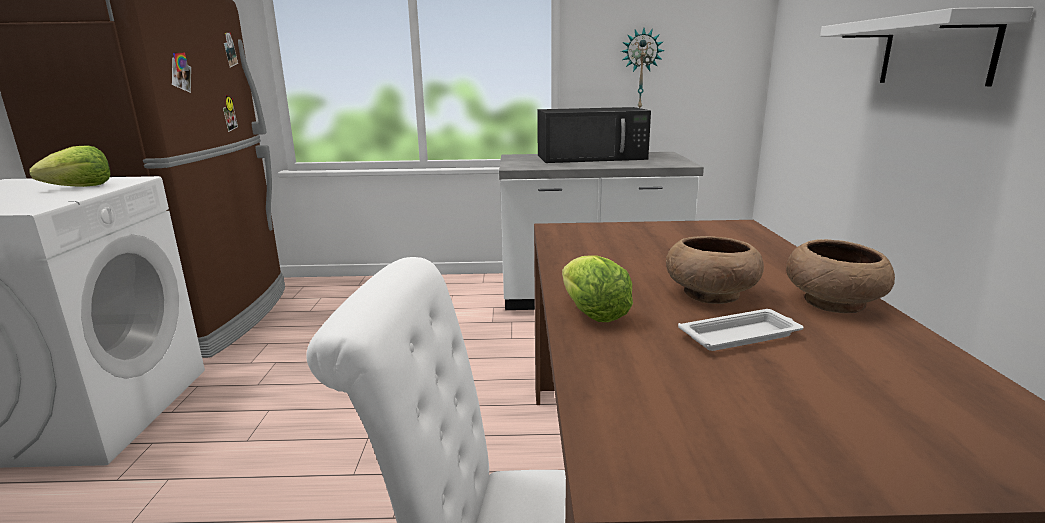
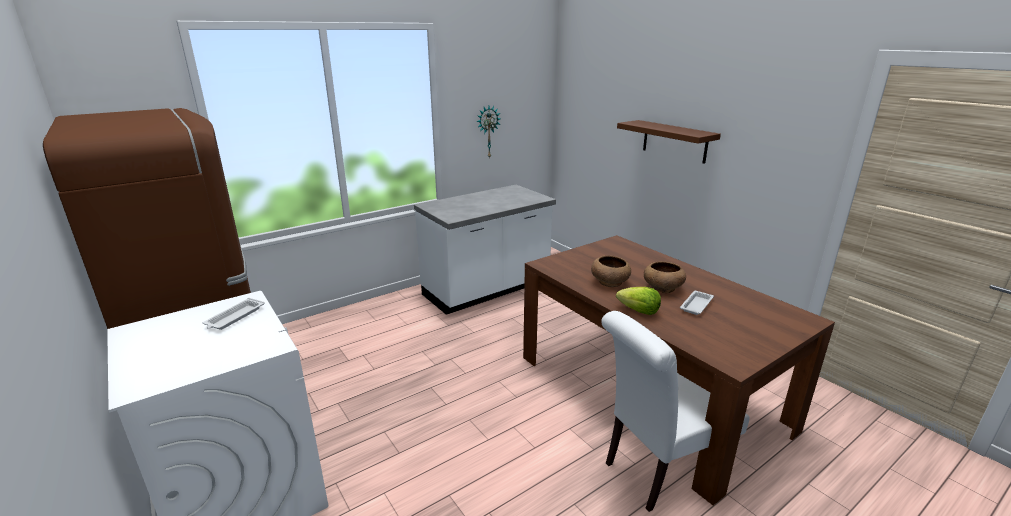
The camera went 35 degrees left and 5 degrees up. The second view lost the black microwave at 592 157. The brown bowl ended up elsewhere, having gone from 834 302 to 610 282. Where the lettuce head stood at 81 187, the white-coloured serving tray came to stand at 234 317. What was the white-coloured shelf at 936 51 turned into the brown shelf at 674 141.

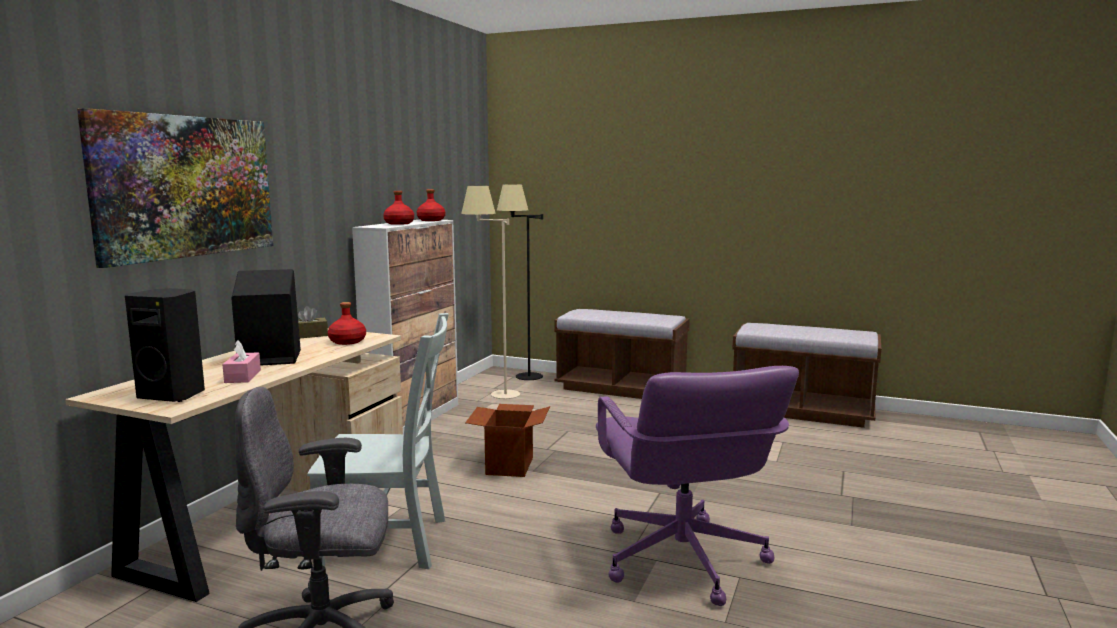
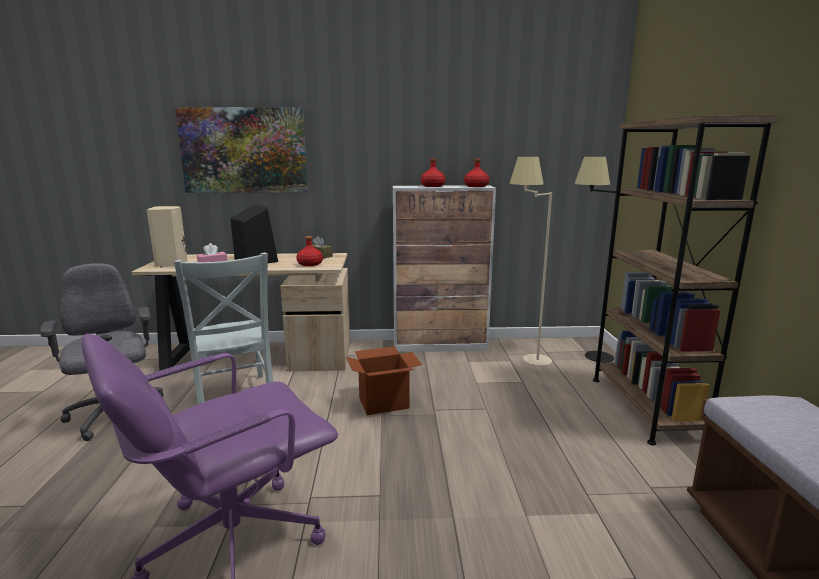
The camera went 65 degrees right and 5 degrees up. Where the brown bench stood at 621 388, the brown shelving unit came to stand at 644 407. What was the black audio speaker at 173 395 turned into the beige-coloured audio speaker at 172 264.

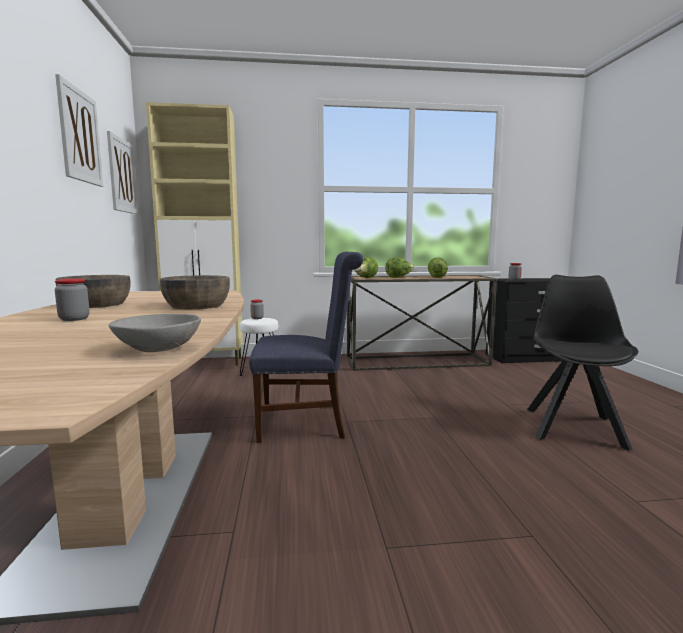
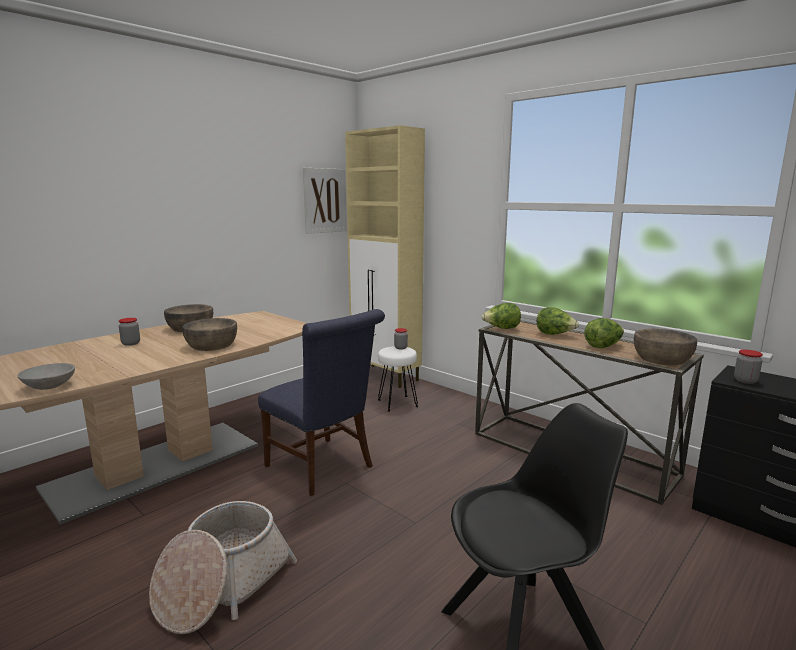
The camera went 50 degrees right and 5 degrees up. The second view lost the wall art at 80 136. The second view gained the basket at 222 584. The second view gained the brown bowl at 662 358.

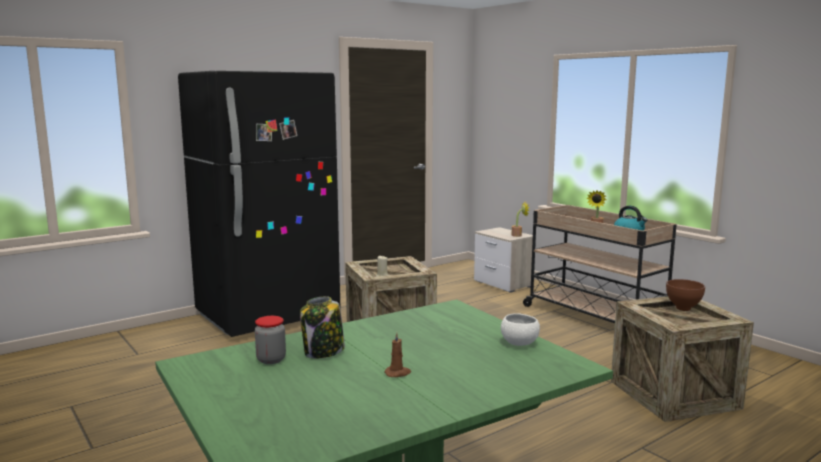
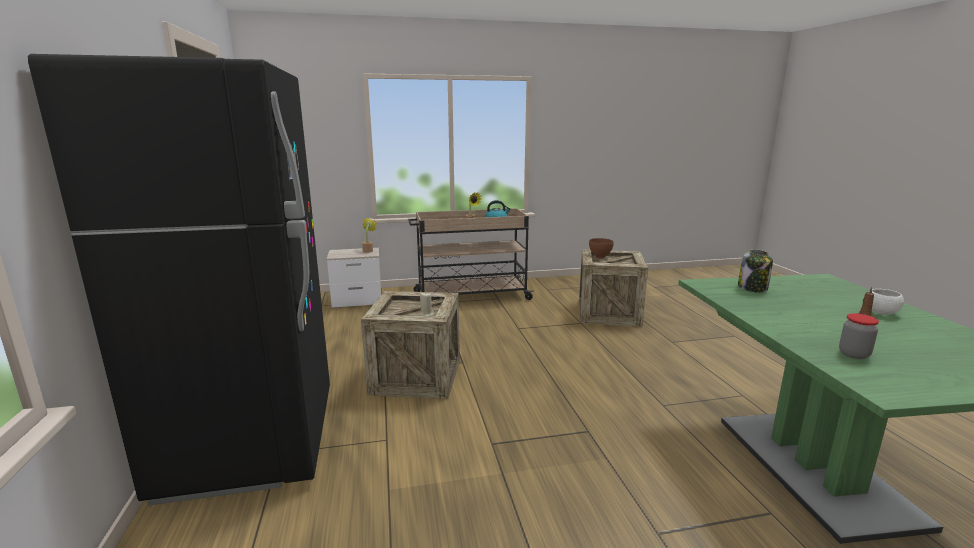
The camera went 65 degrees left and 5 degrees up. The preserve jar ended up elsewhere, having gone from 323 352 to 753 288. The white-coloured bowl ended up elsewhere, having gone from 519 343 to 881 312.

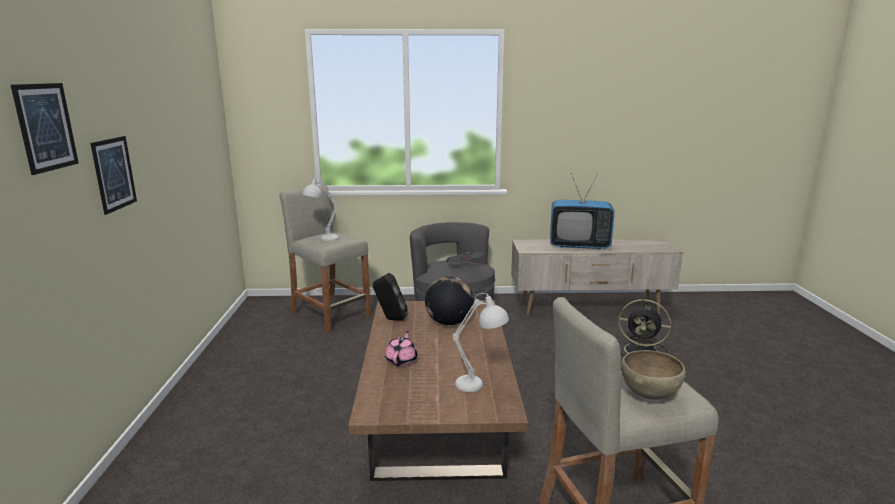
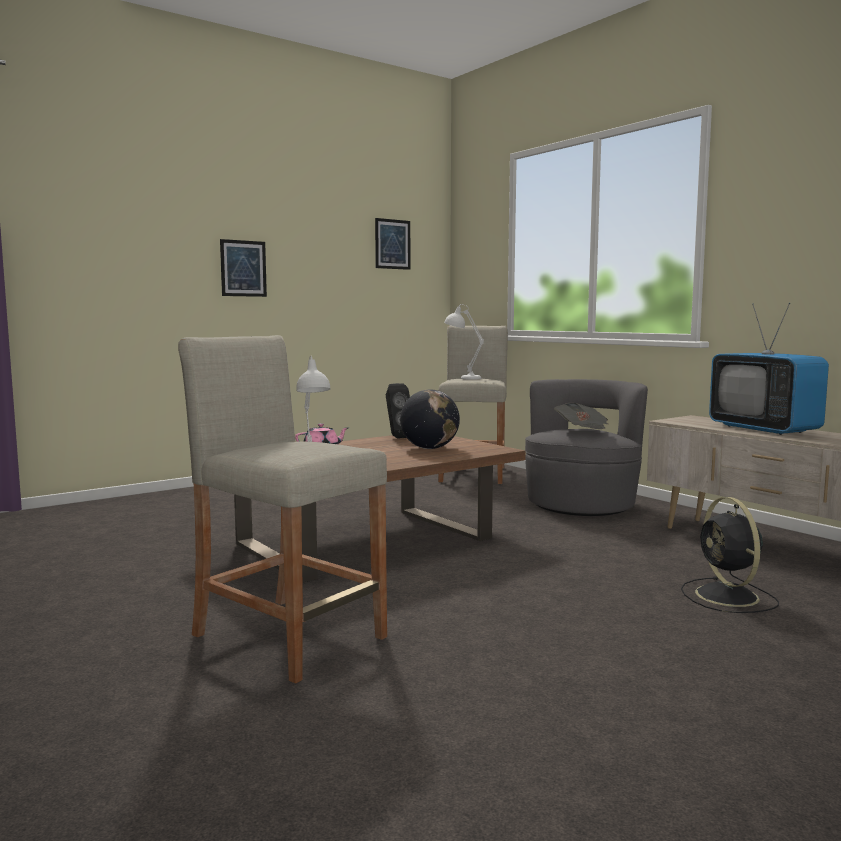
The camera went 55 degrees right and 10 degrees down. The second view lost the brown bowl at 649 395. The wall art ended up elsewhere, having gone from 46 127 to 392 244.

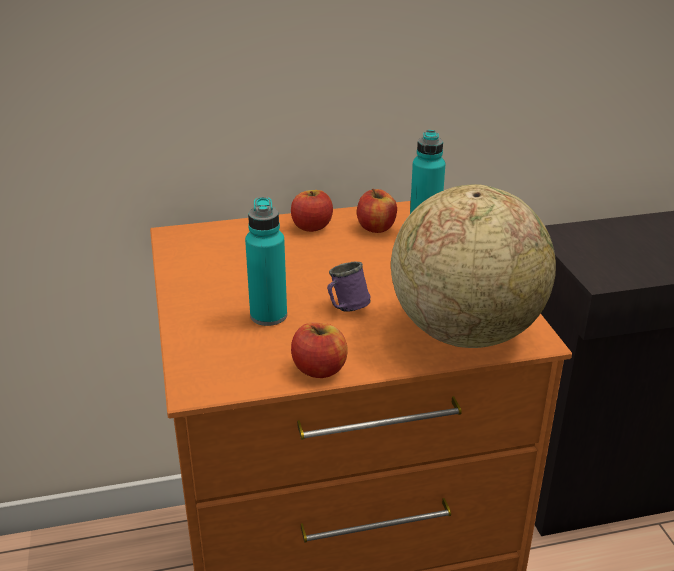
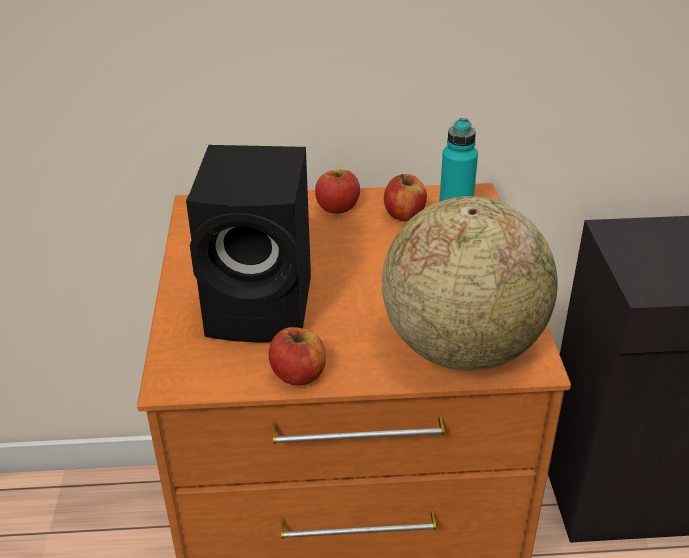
The camera went 10 degrees right and 5 degrees up. The second view lost the purplish mug at 346 309. Where the turquoise beverage bottle stood at 268 315, the black audio speaker came to stand at 264 307.

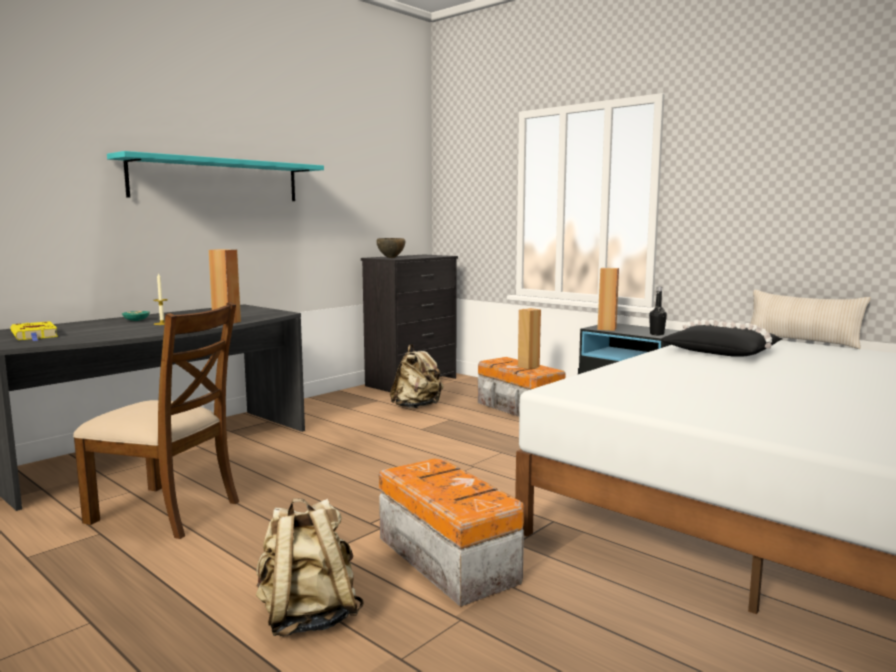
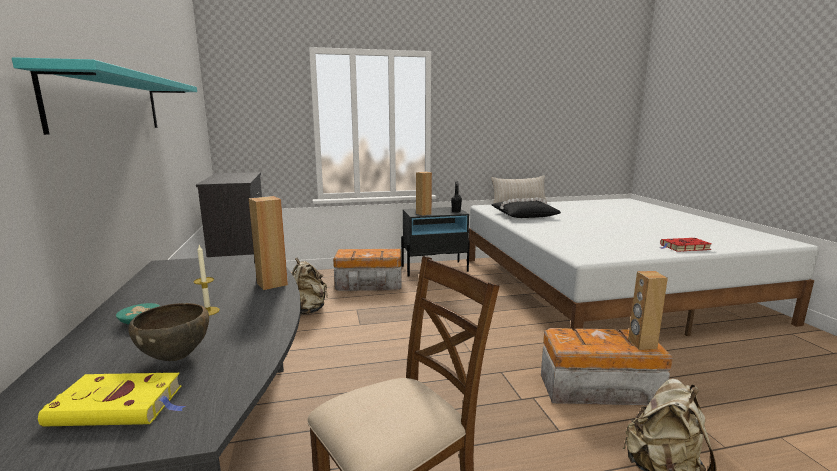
The camera went 55 degrees left and 5 degrees up. The second view gained the reddish book at 684 247. The brown bowl ended up elsewhere, having gone from 391 258 to 176 357. The brown audio speaker ended up elsewhere, having gone from 528 366 to 641 344.

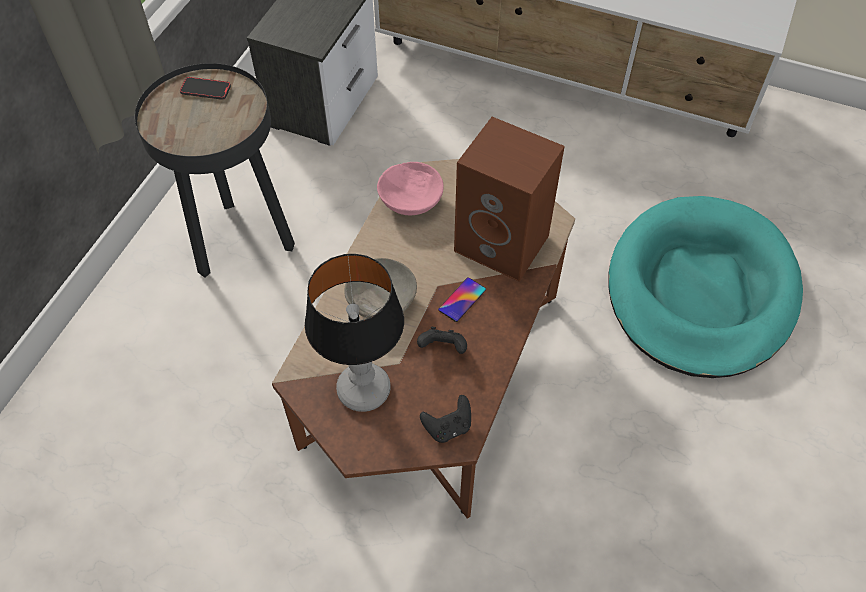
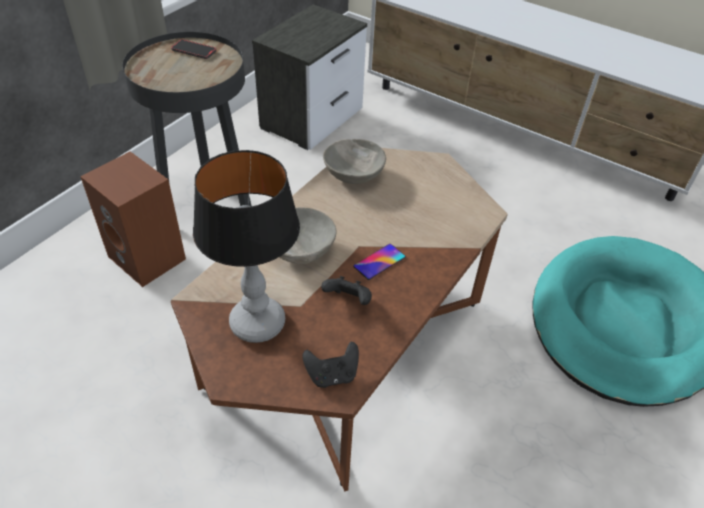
The camera went 10 degrees right and 10 degrees down. The brown audio speaker ended up elsewhere, having gone from 504 243 to 149 258. What was the pink-coloured bowl at 409 201 turned into the grey bowl at 352 174.

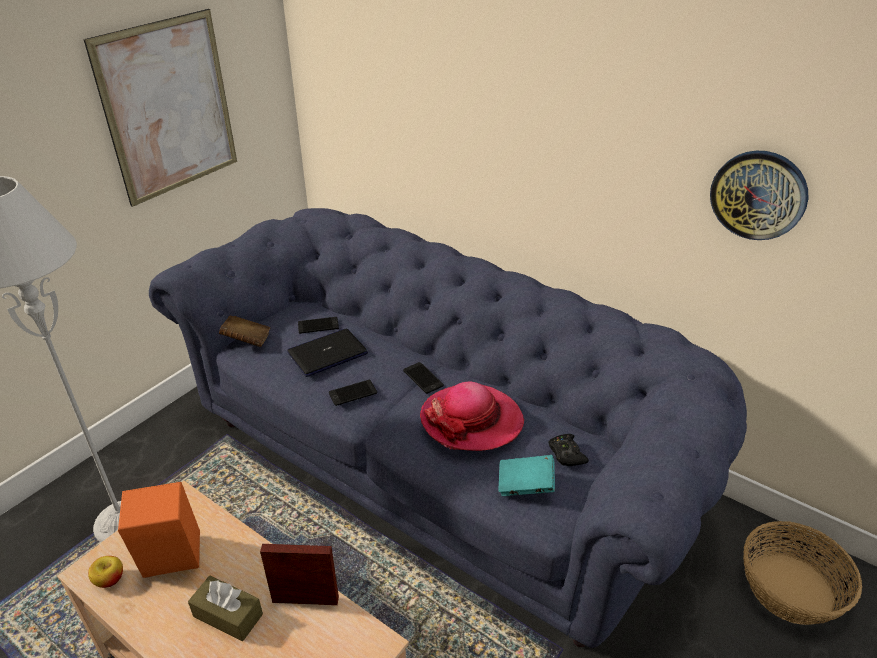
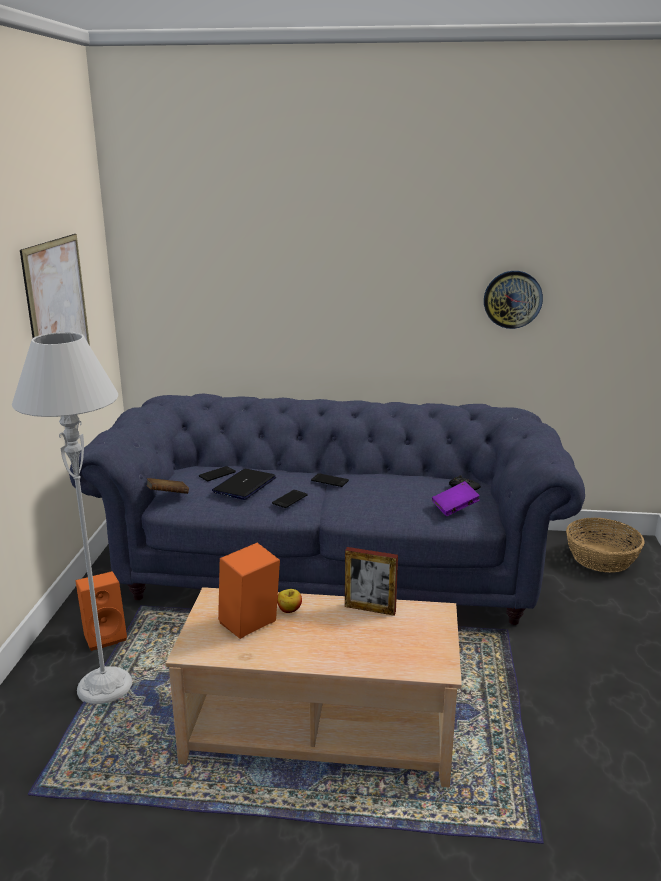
The camera went 30 degrees left and 15 degrees down. The second view lost the brown tissue holder at 228 615. The second view lost the clothing hat at 471 420. The second view gained the orange-coloured audio speaker at 105 635. The apple ended up elsewhere, having gone from 110 580 to 289 609. What was the turquoise book at 525 485 turned into the purplish book at 455 508. The picture frame at 305 600 ended up facing another way, 135 degrees counterclockwise from before.

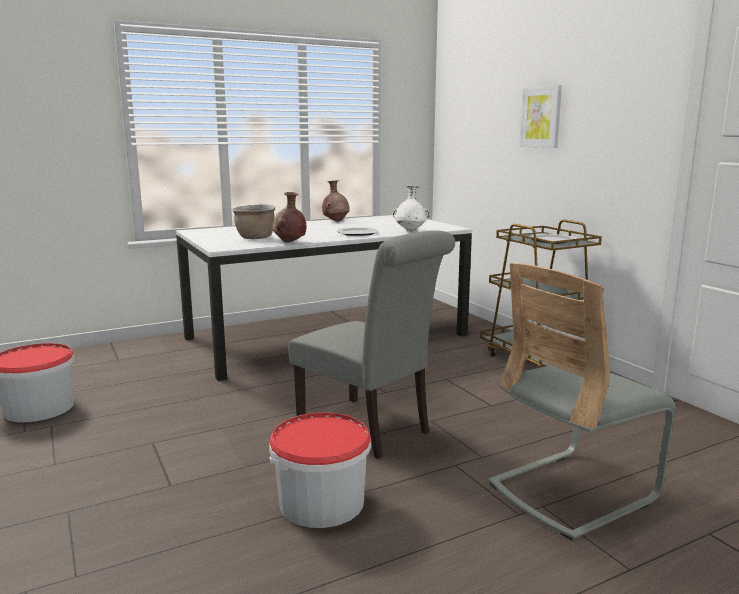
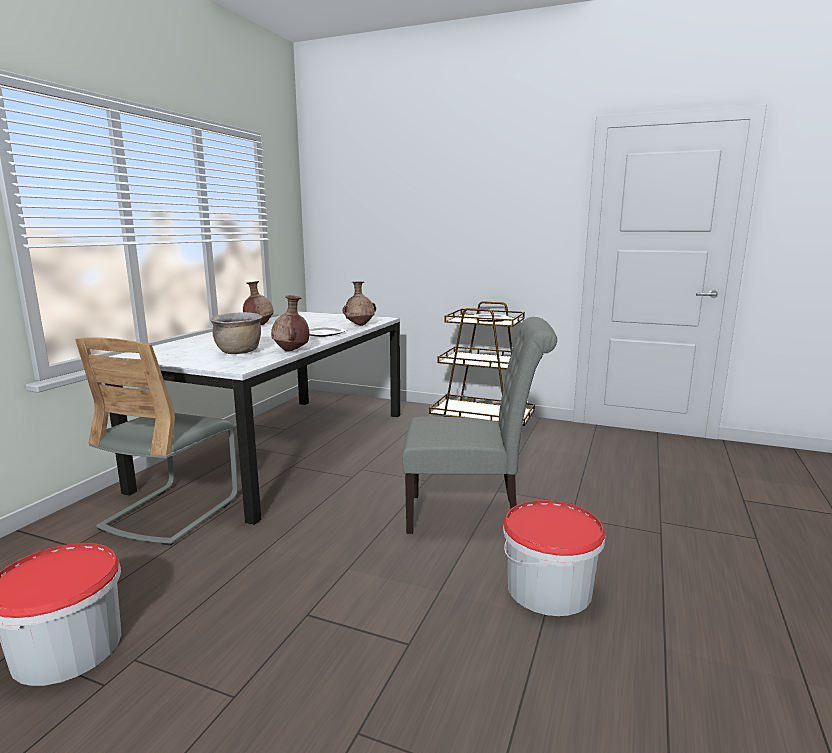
The camera went 40 degrees left and 0 degrees up. The second view lost the wall art at 541 117. The grey plain chair ended up elsewhere, having gone from 572 491 to 171 512. What was the white-coloured decorative vase at 411 231 turned into the brown decorative vase at 360 325.

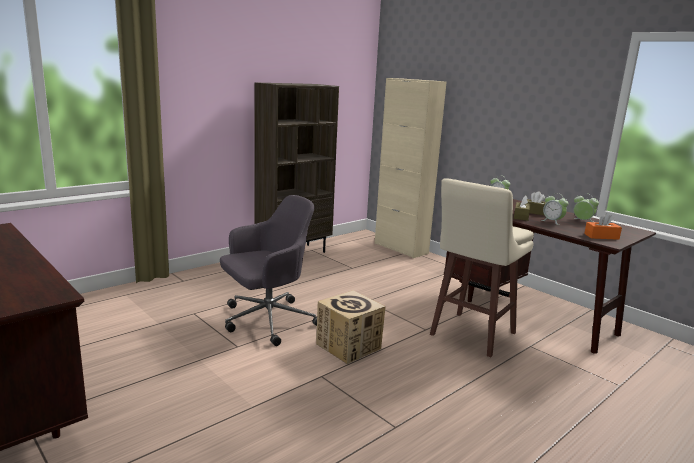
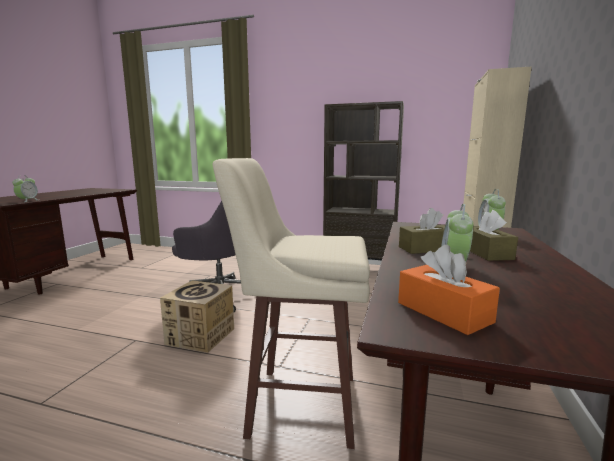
The camera went 60 degrees right and 5 degrees down. The alarm clock ended up elsewhere, having gone from 582 221 to 27 201.

